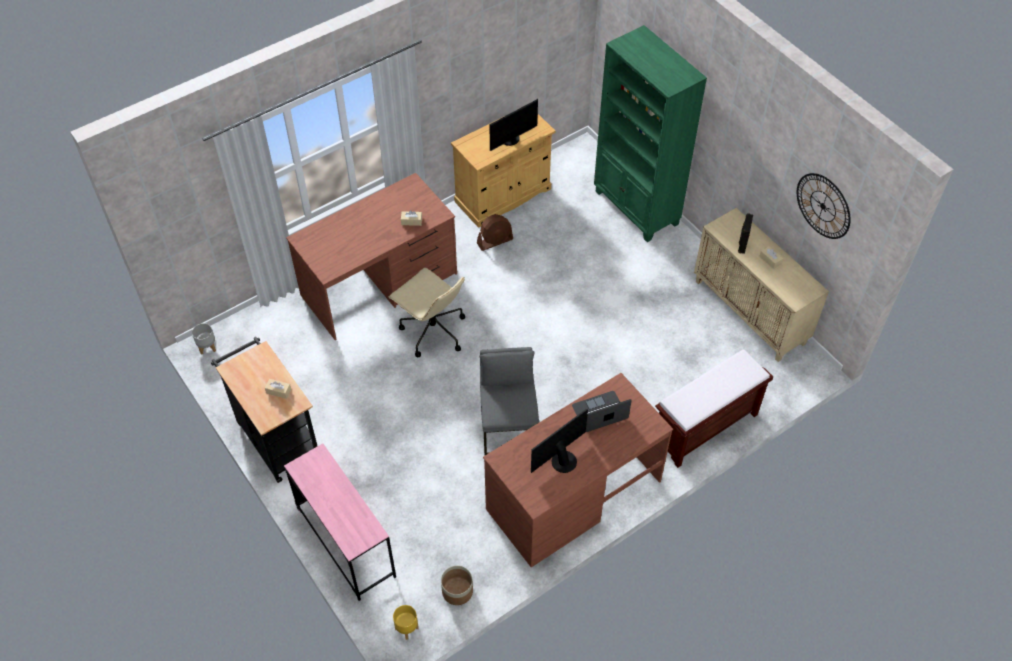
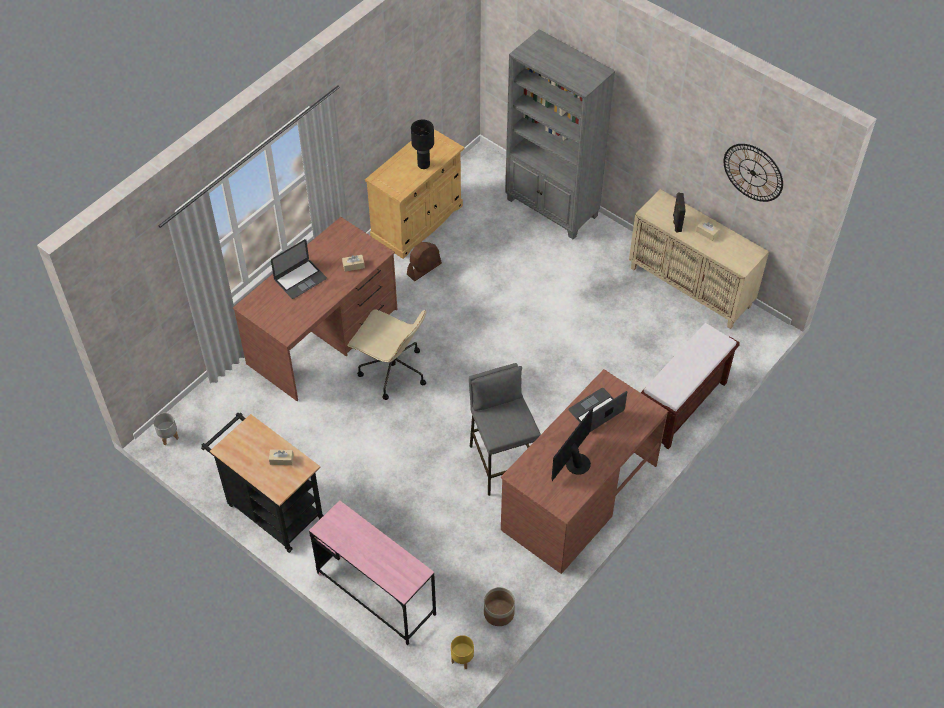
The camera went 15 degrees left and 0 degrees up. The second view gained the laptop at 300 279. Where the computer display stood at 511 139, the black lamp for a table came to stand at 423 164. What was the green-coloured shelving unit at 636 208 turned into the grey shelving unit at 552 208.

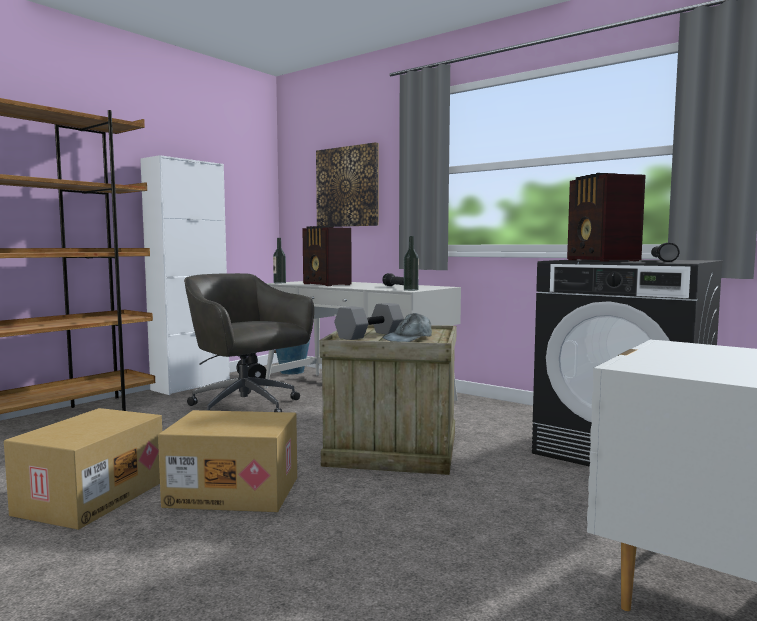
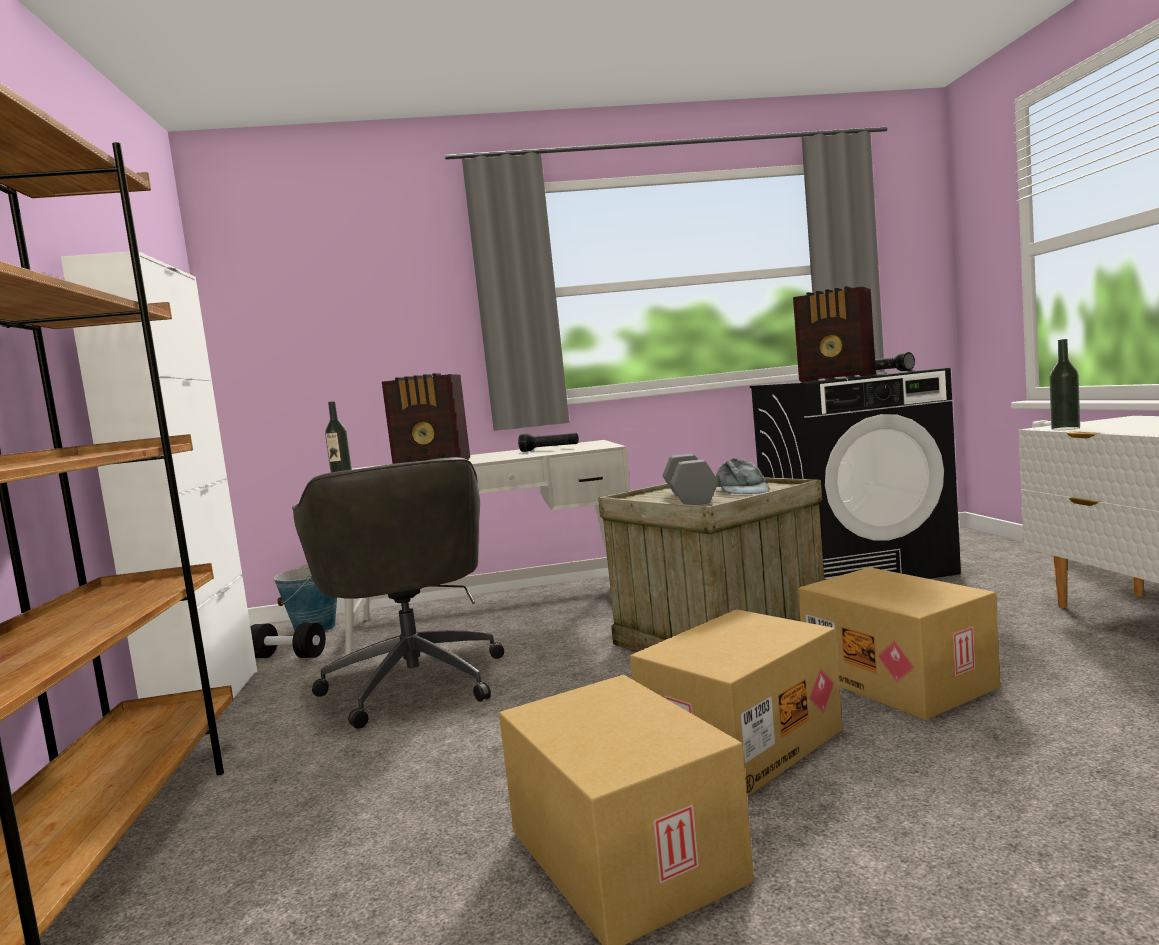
The camera went 45 degrees left and 0 degrees up. The second view lost the wall art at 347 187. The second view gained the packing box at 900 679. The beverage bottle ended up elsewhere, having gone from 411 290 to 1065 428. The grey office chair at 246 408 ended up facing another way, 105 degrees counterclockwise from before.

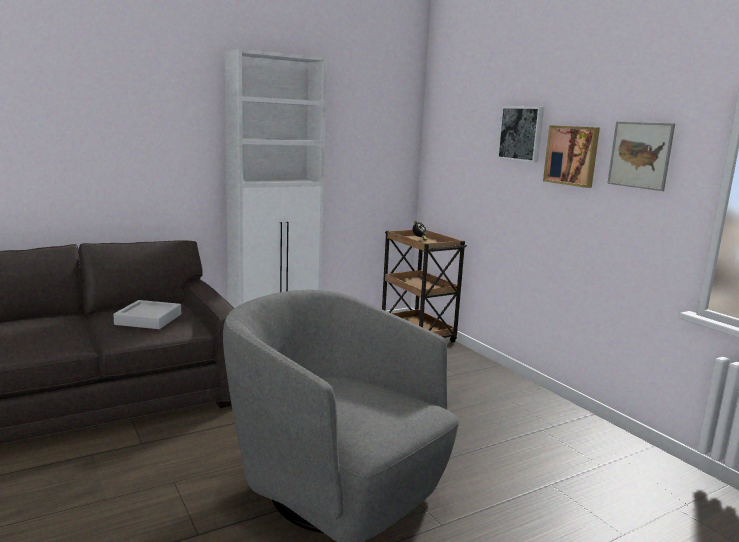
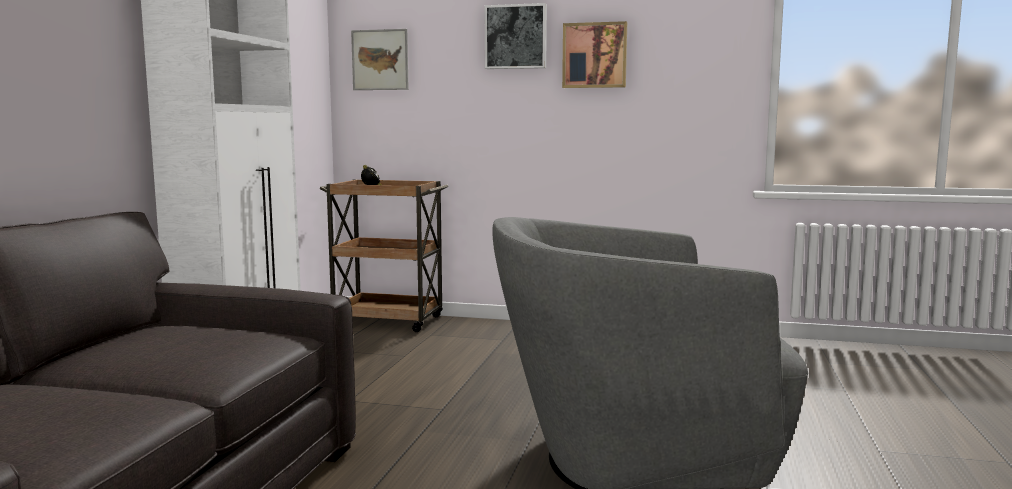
The camera went 45 degrees left and 5 degrees down. The second view lost the grey serving tray at 148 319. The wall art ended up elsewhere, having gone from 640 155 to 380 60.

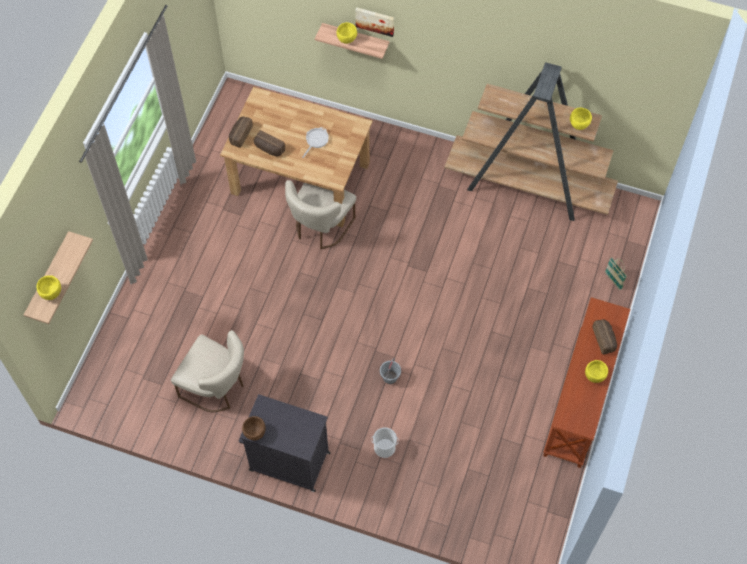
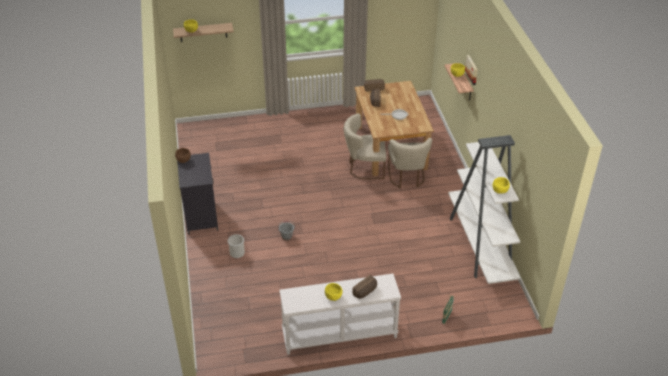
The camera went 60 degrees right and 20 degrees down. The beige-coloured plain chair ended up elsewhere, having gone from 217 388 to 407 178. What was the brown shelving unit at 529 186 turned into the white-coloured shelving unit at 480 246. What was the brown narrow table at 581 399 turned into the white-coloured narrow table at 339 335.

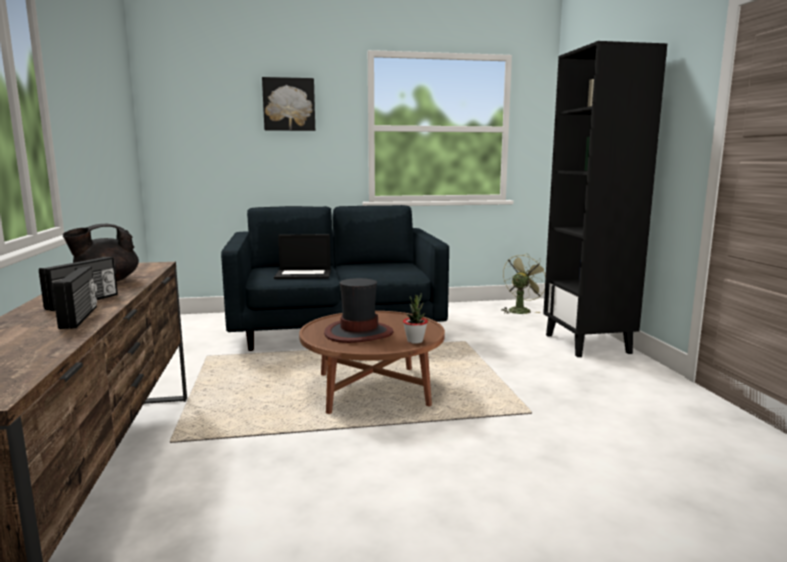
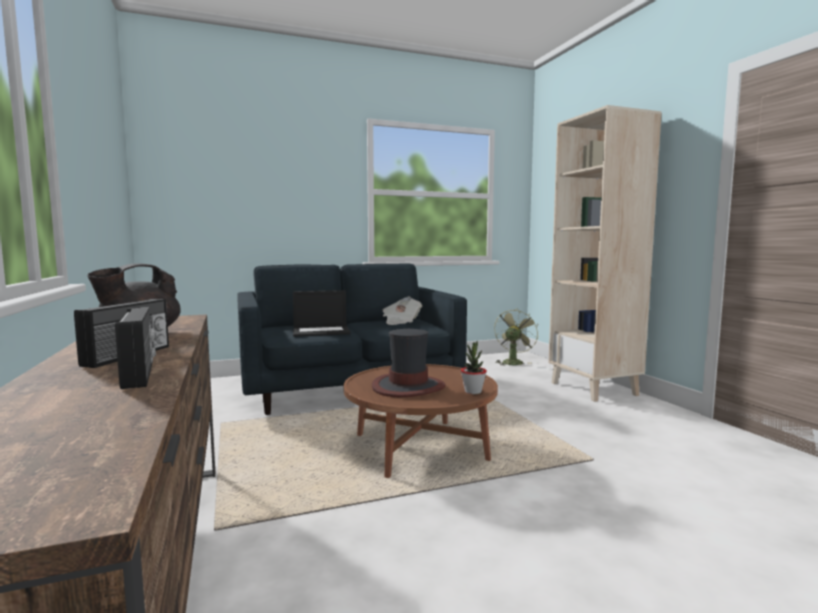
The camera went 10 degrees left and 5 degrees down. The second view lost the wall art at 289 104. The second view gained the newspaper at 400 321. What was the black shelving unit at 588 344 turned into the beige-coloured shelving unit at 594 389.

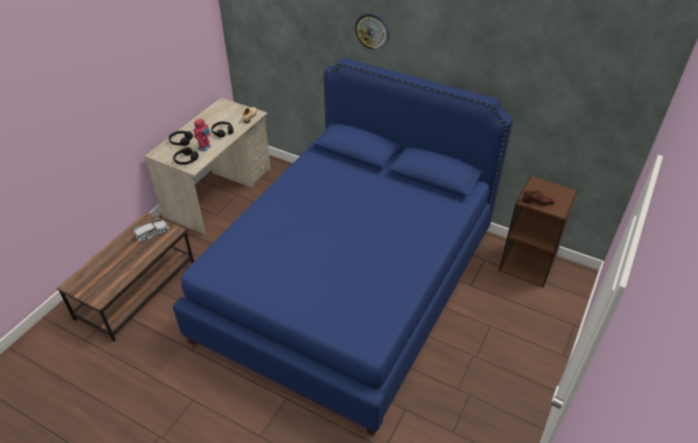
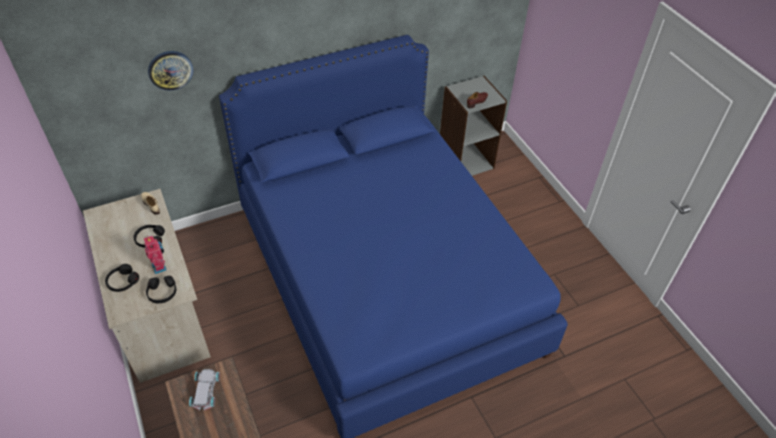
The camera went 55 degrees left and 5 degrees up. The wall clock ended up elsewhere, having gone from 372 31 to 170 70. What was the brown shelving unit at 527 264 turned into the grey shelving unit at 465 161.

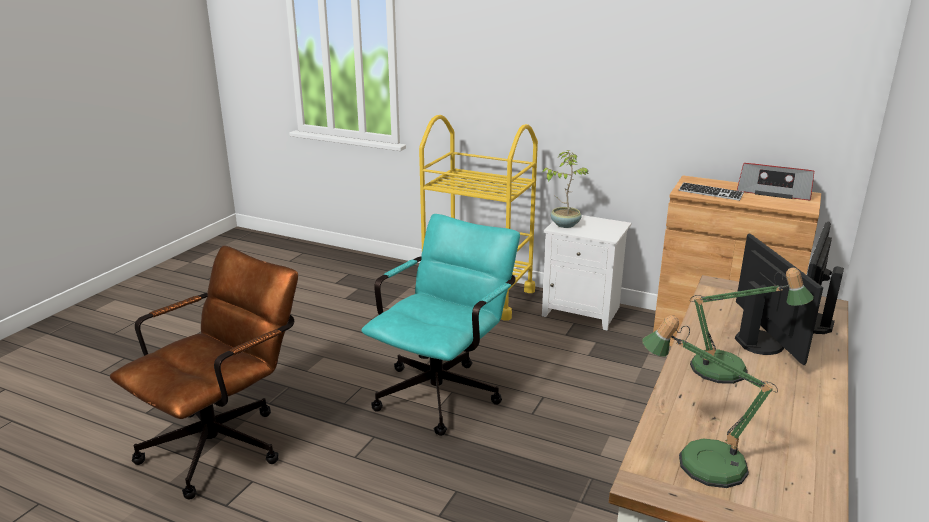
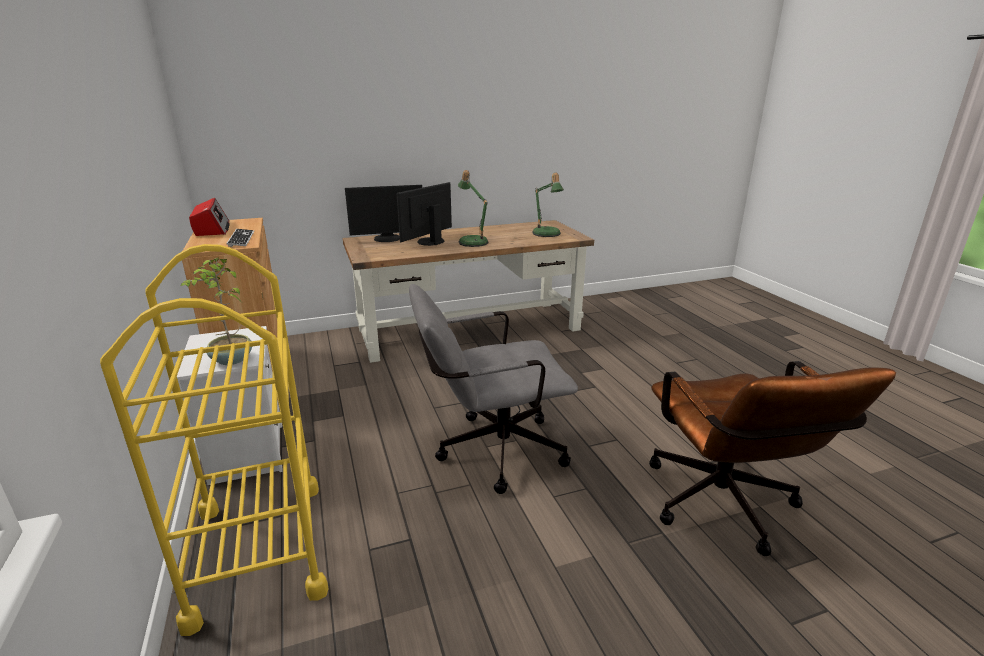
The camera went 135 degrees left and 0 degrees up. What was the turquoise office chair at 443 390 turned into the grey office chair at 490 451. The brown office chair at 225 442 ended up facing another way, 90 degrees counterclockwise from before.

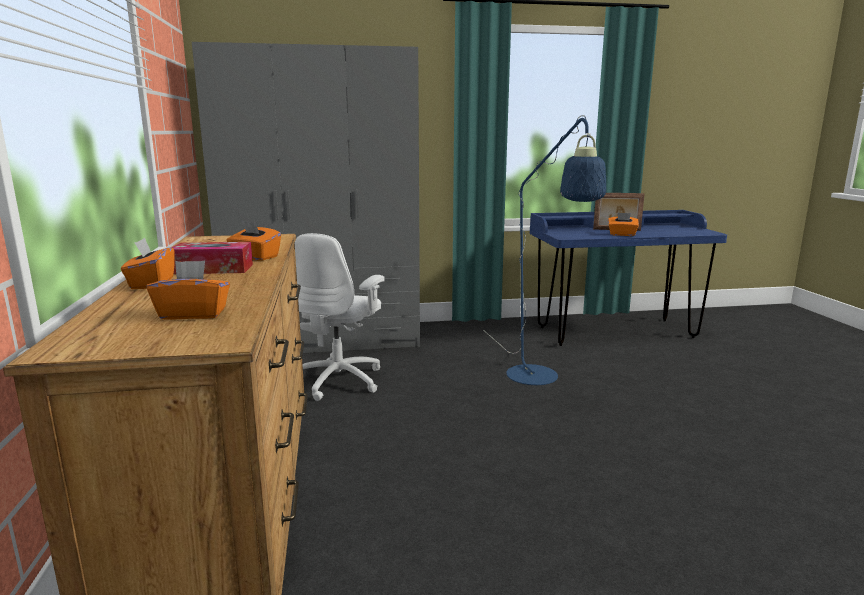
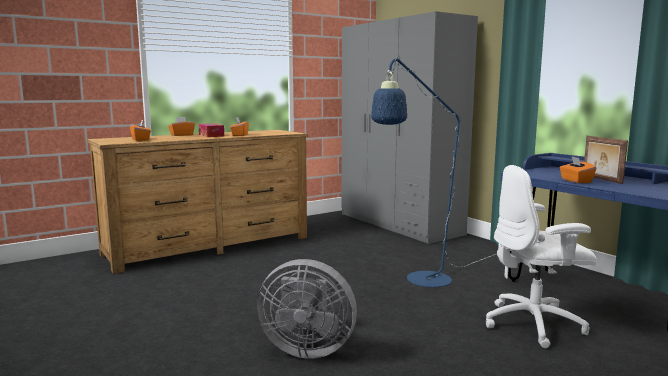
The camera went 65 degrees right and 5 degrees down. The second view gained the grey fan at 306 348. The white-coloured office chair ended up elsewhere, having gone from 339 380 to 535 324.

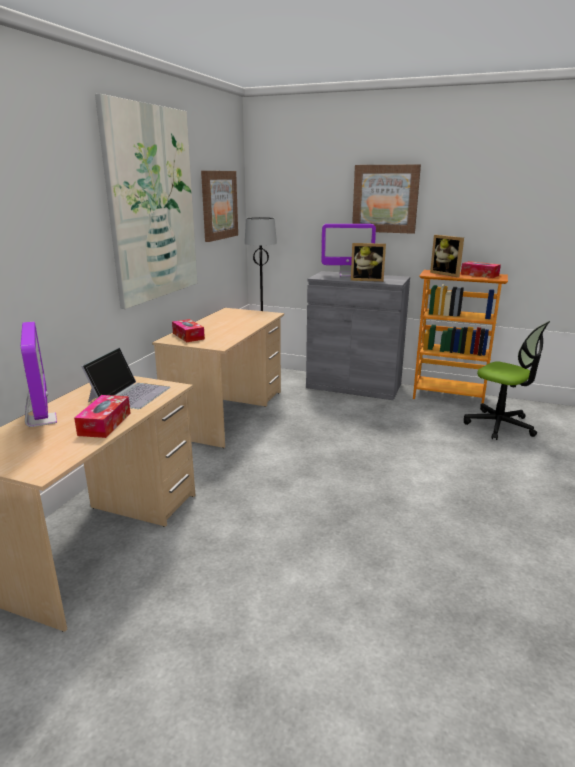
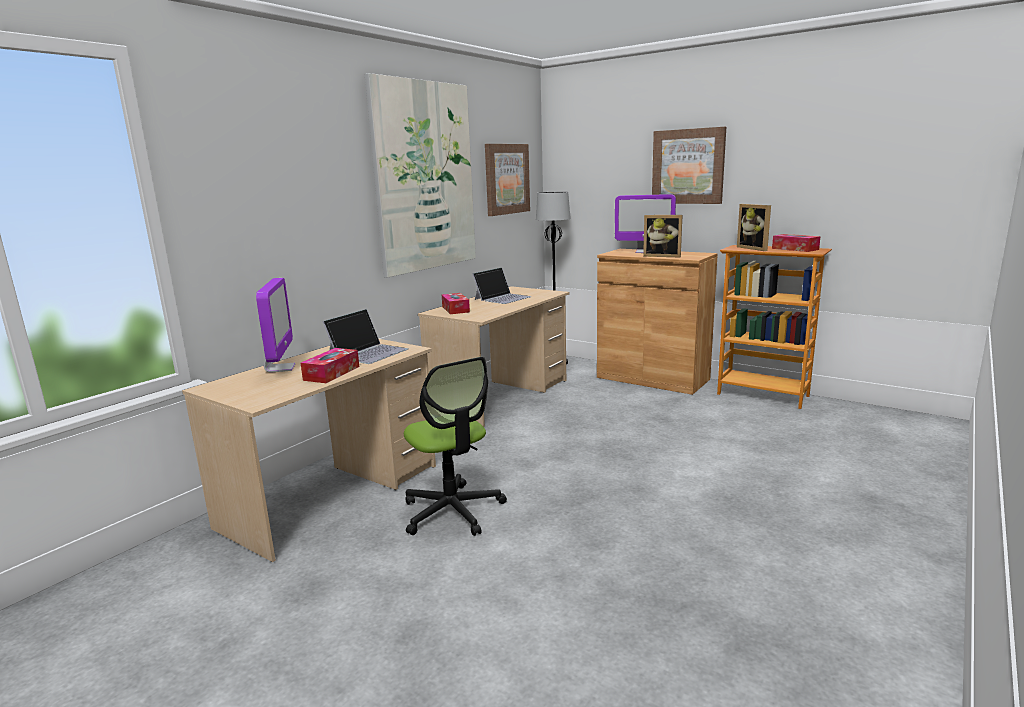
The camera went 15 degrees right and 5 degrees down. The second view gained the laptop at 502 298. The office chair ended up elsewhere, having gone from 499 425 to 452 511. What was the grey cabinet at 353 386 turned into the brown cabinet at 652 378.

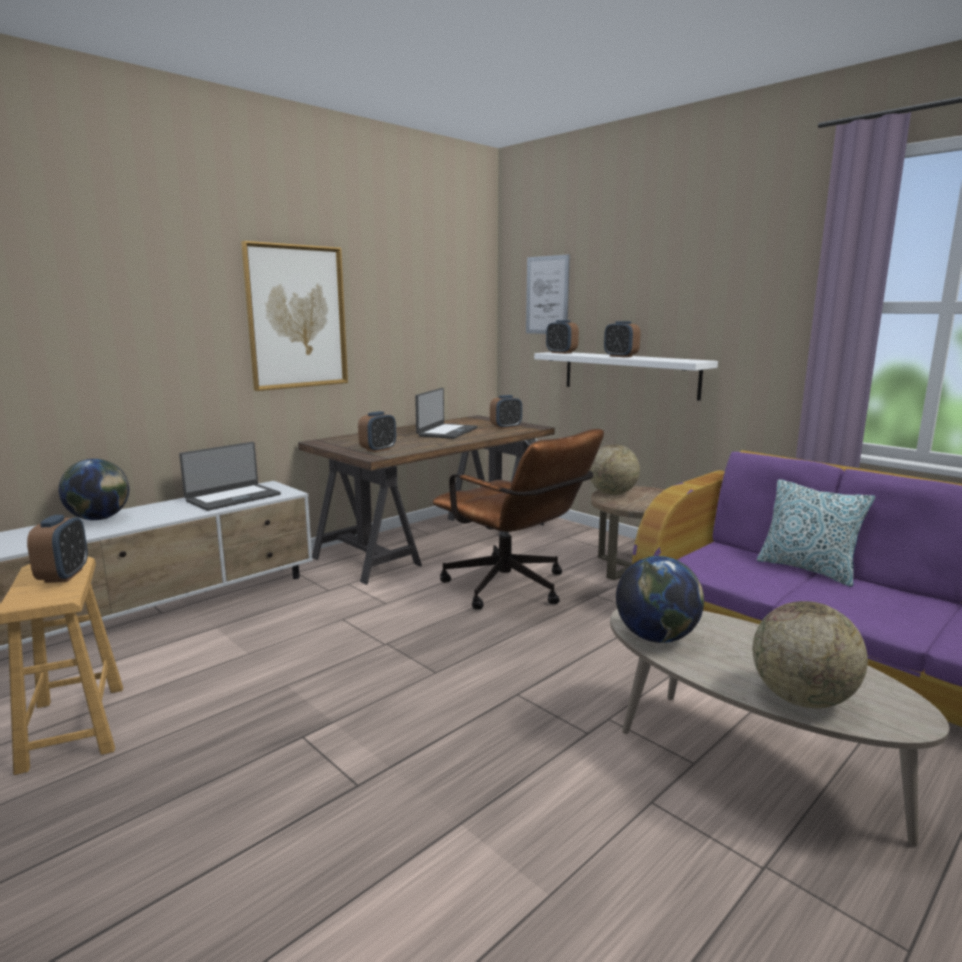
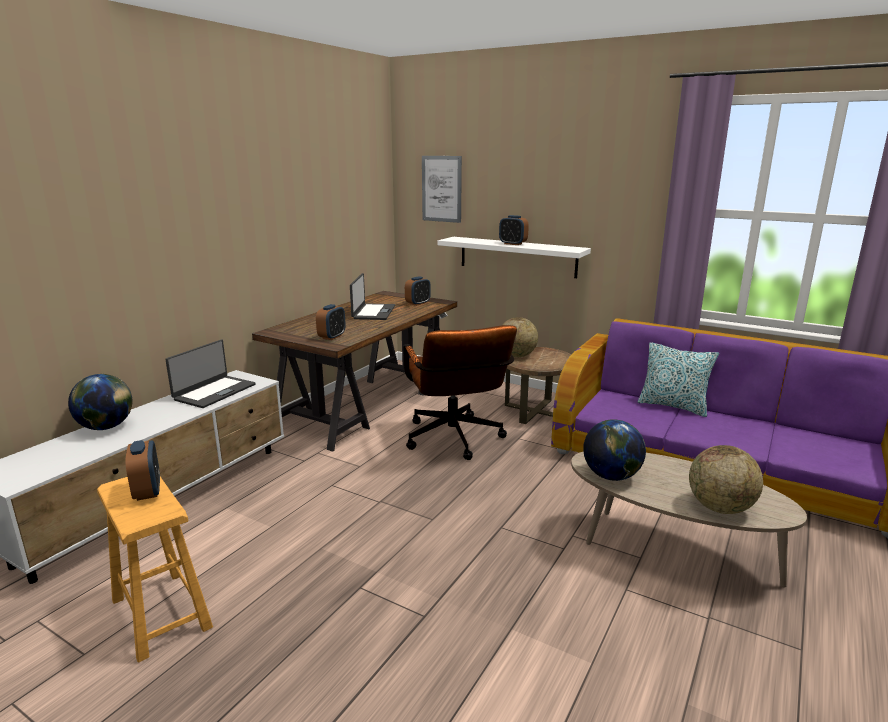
The camera went 15 degrees left and 5 degrees up. The second view lost the wall art at 297 317. The second view lost the alarm clock at 561 353. The brown office chair at 514 590 ended up facing another way, 45 degrees clockwise from before.

